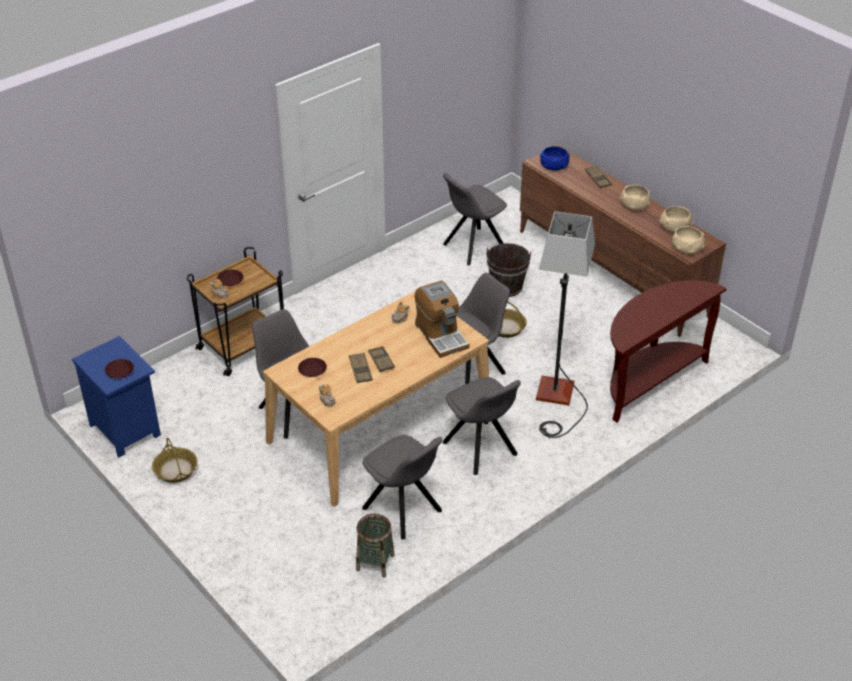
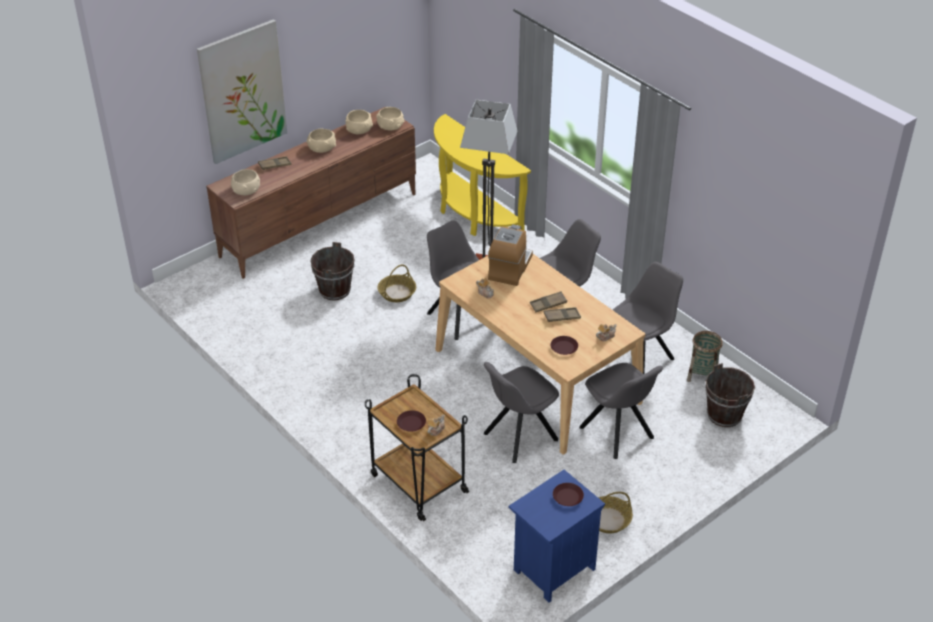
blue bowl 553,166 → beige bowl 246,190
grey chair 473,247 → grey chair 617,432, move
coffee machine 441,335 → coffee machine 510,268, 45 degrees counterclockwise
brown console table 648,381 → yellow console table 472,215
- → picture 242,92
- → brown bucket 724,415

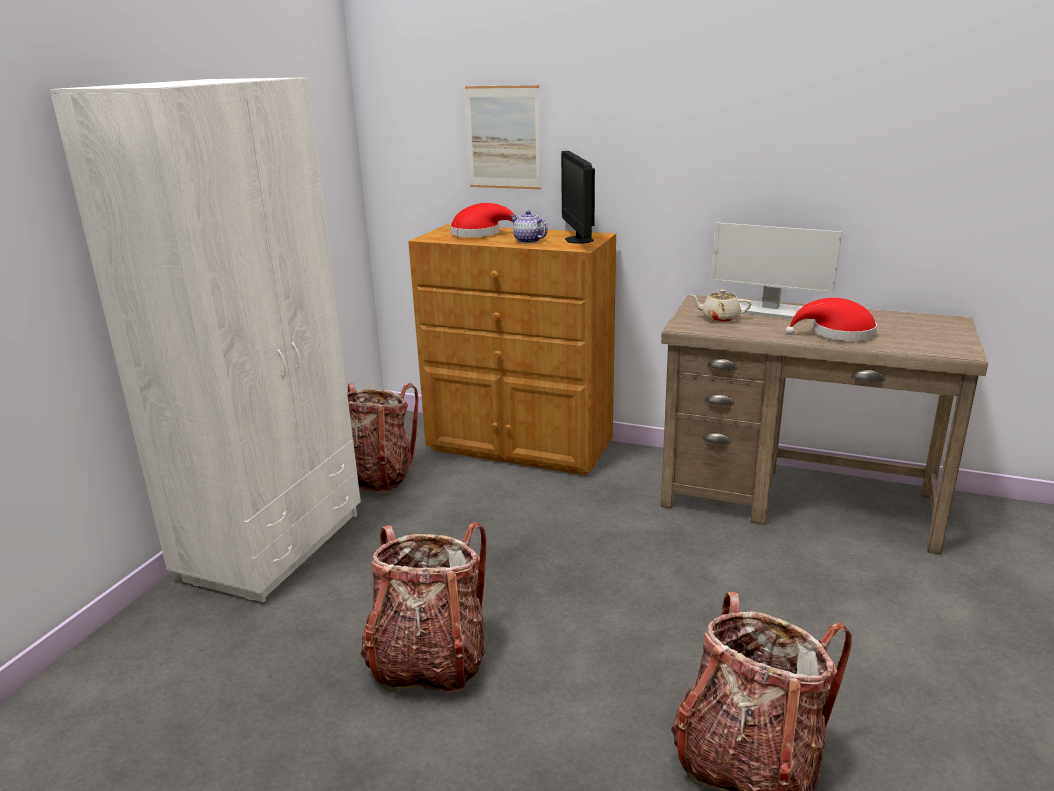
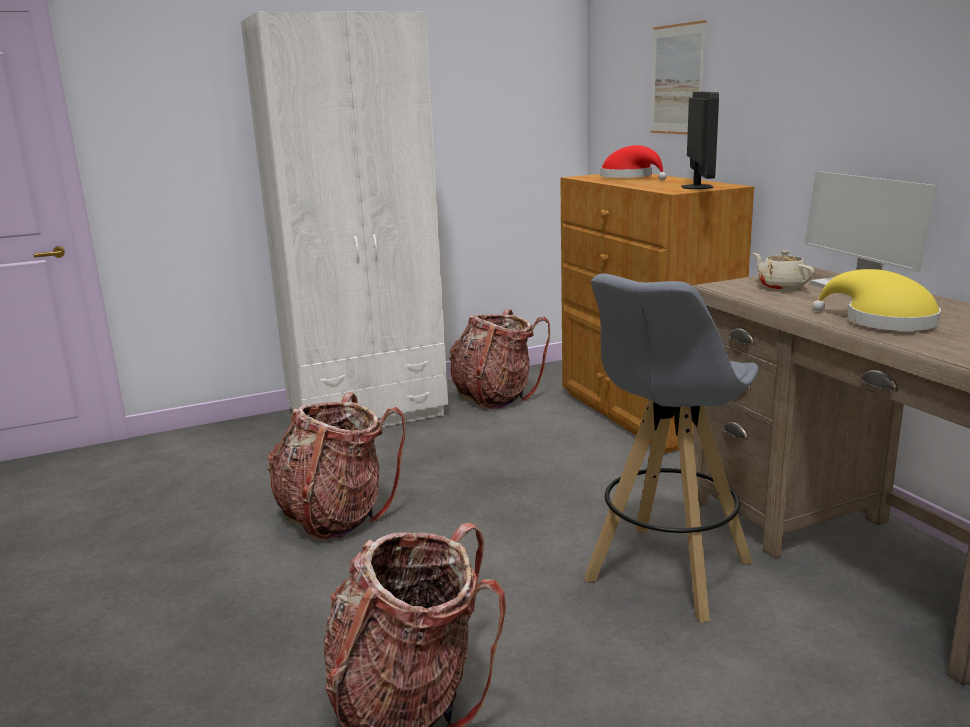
monitor 579,240 → monitor 696,187, 150 degrees clockwise
teapot 528,241 → -
red hat 837,333 → yellow hat 883,321
- → grey stool 665,573

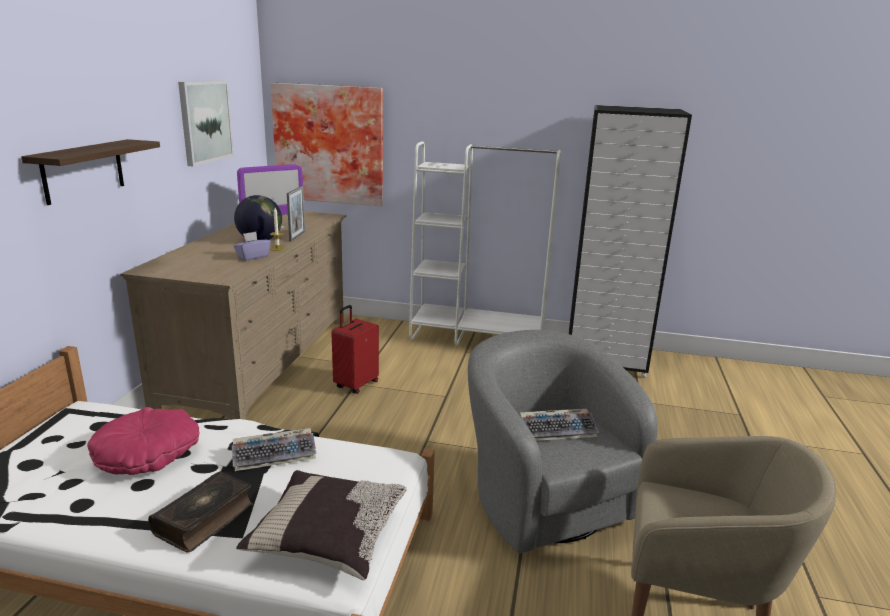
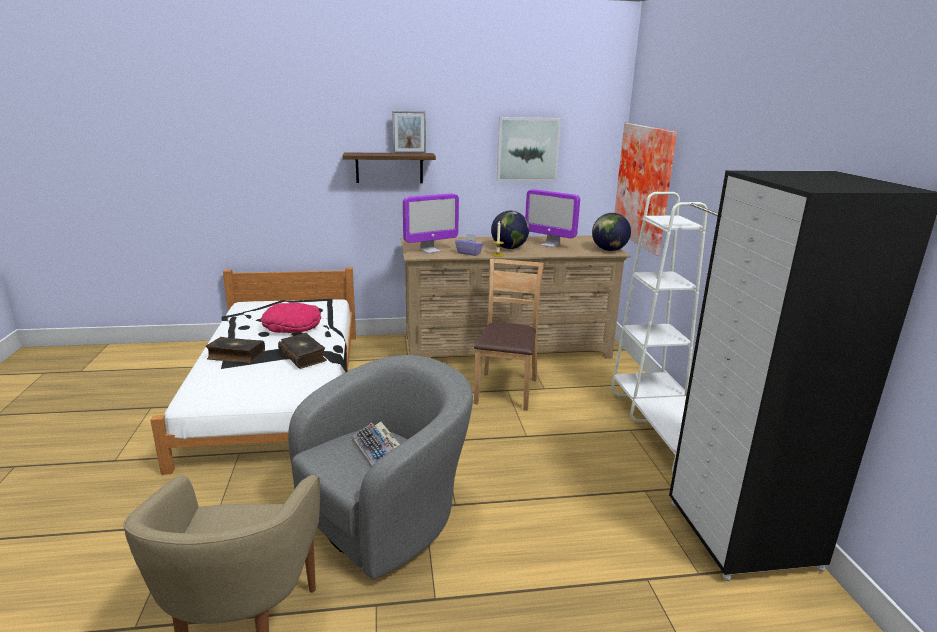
picture frame 297,236 → picture frame 409,153, move
red suitcase 355,384 → brown chair 505,390
keyboard 275,454 → book 303,356
pillow 328,536 → -
- → monitor 430,250
- → globe 609,250

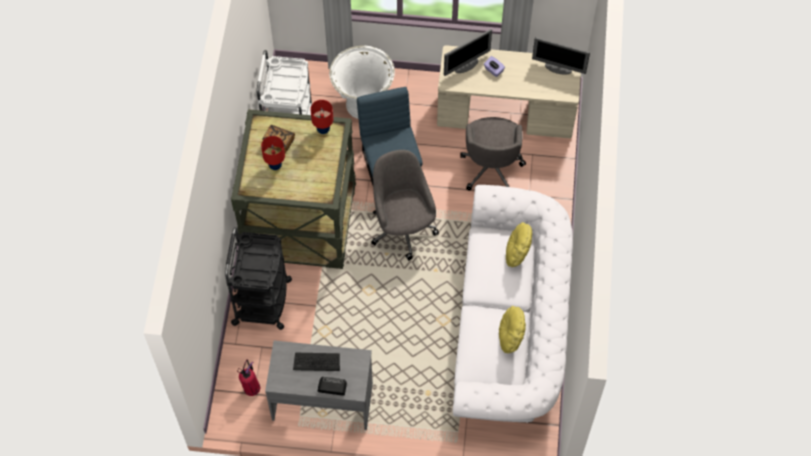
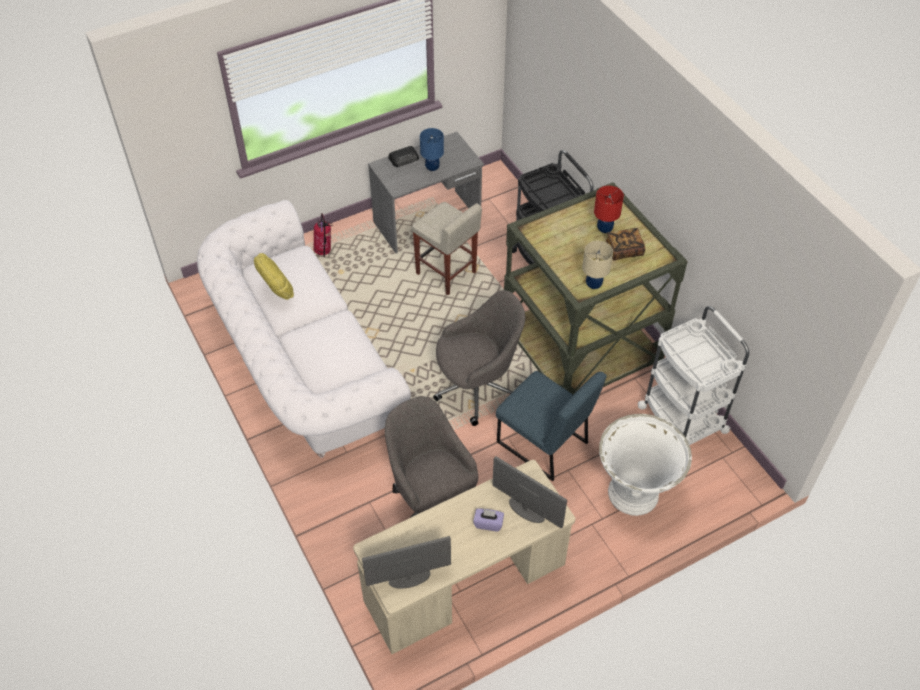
monitor 466,65 → monitor 526,510, 105 degrees clockwise
red table lamp 323,130 → beige table lamp 593,284
grey office chair 402,228 → grey office chair 477,390, 60 degrees counterclockwise
yellow pillow 517,254 → -
keyboard 316,362 → blue table lamp 432,167
fire extinguisher 251,388 → fire extinguisher 324,252, move
- → beige stool 446,273

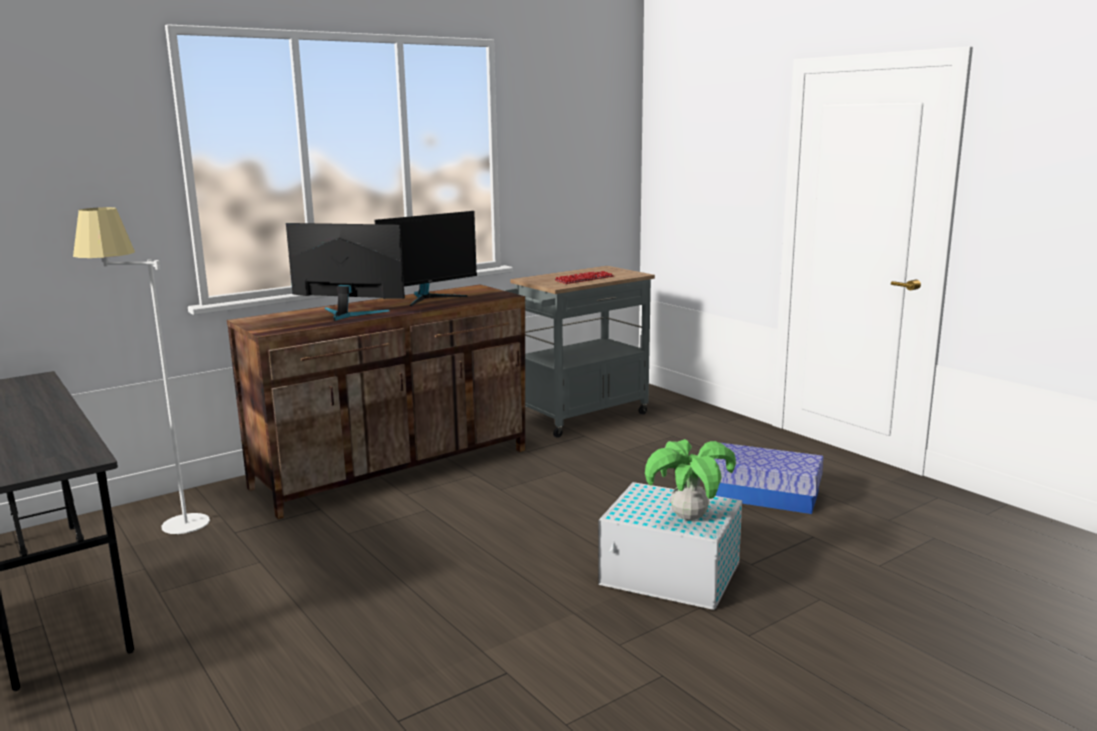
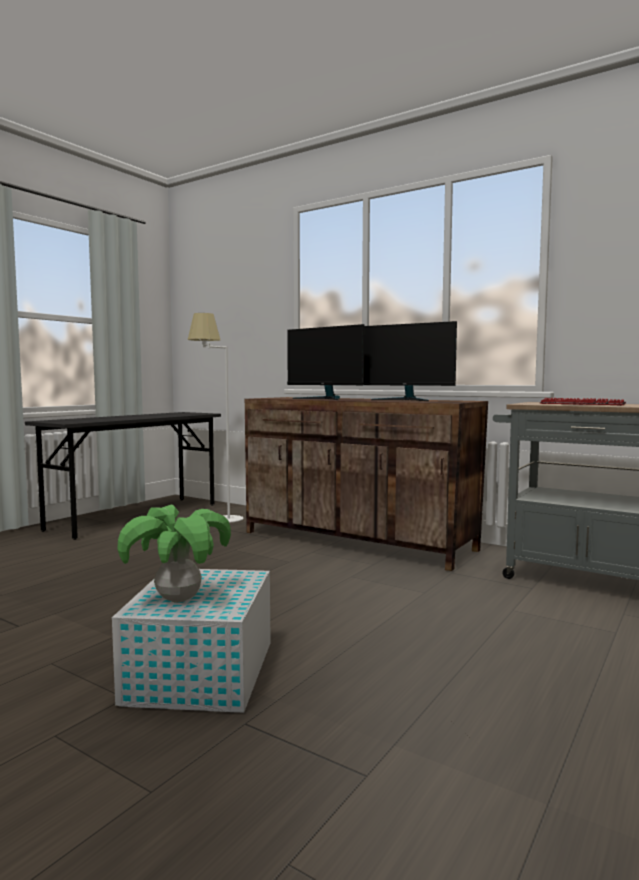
monitor 347,314 → monitor 325,399, 135 degrees clockwise
storage box 764,495 → -

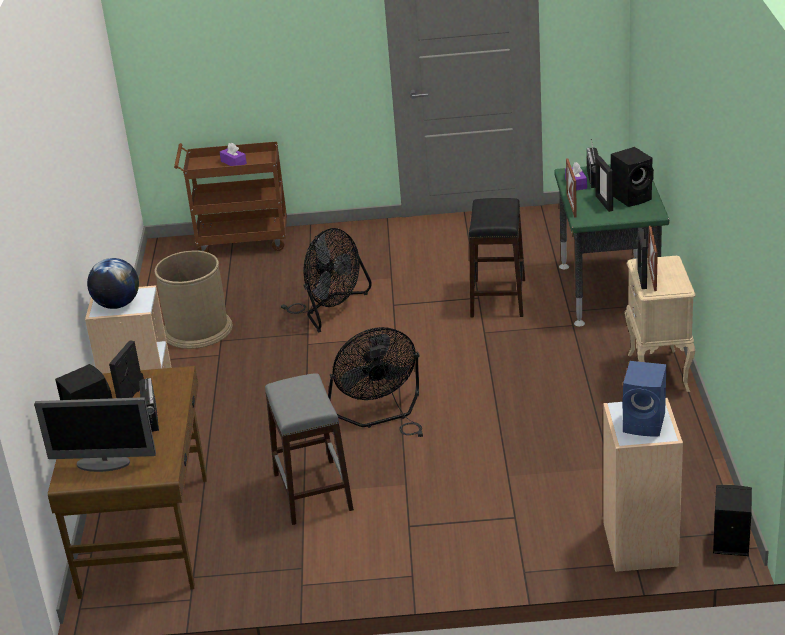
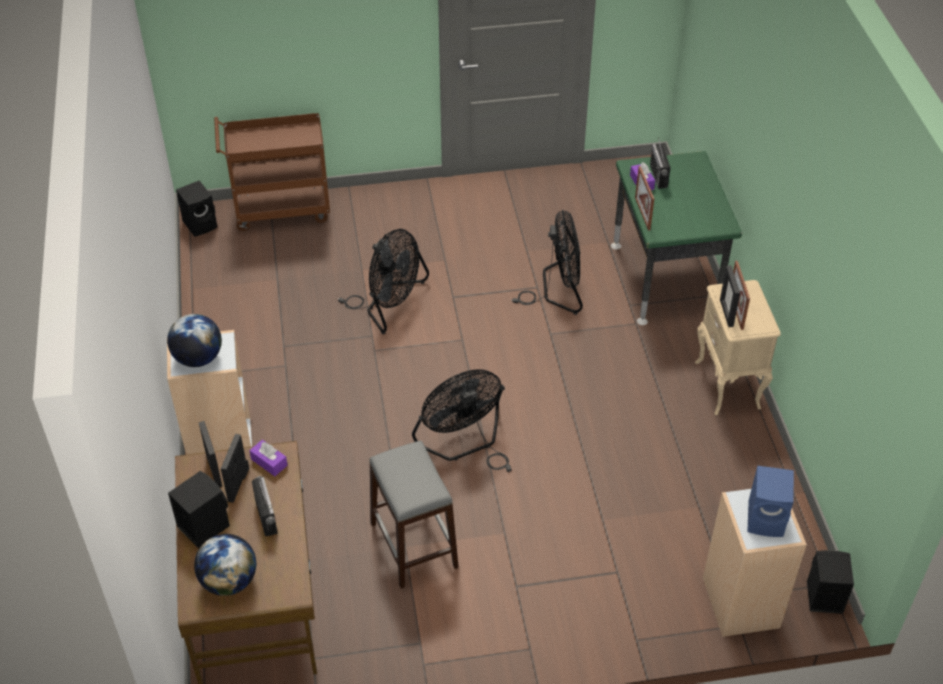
purple tissue box 233,162 → purple tissue box 269,462, move
black speaker 632,197 → black speaker 201,224, move
picture frame 605,203 → picture frame 215,471, move
black stool 497,298 → black fan 556,288
brown trash can 197,329 → -
monitor 104,463 → globe 229,581

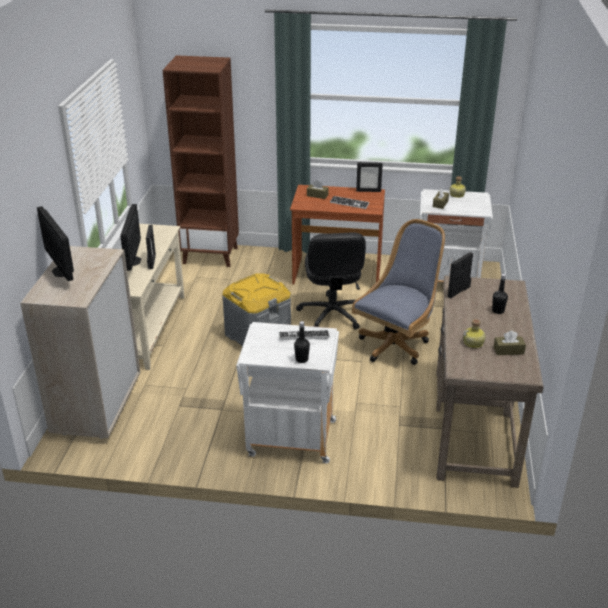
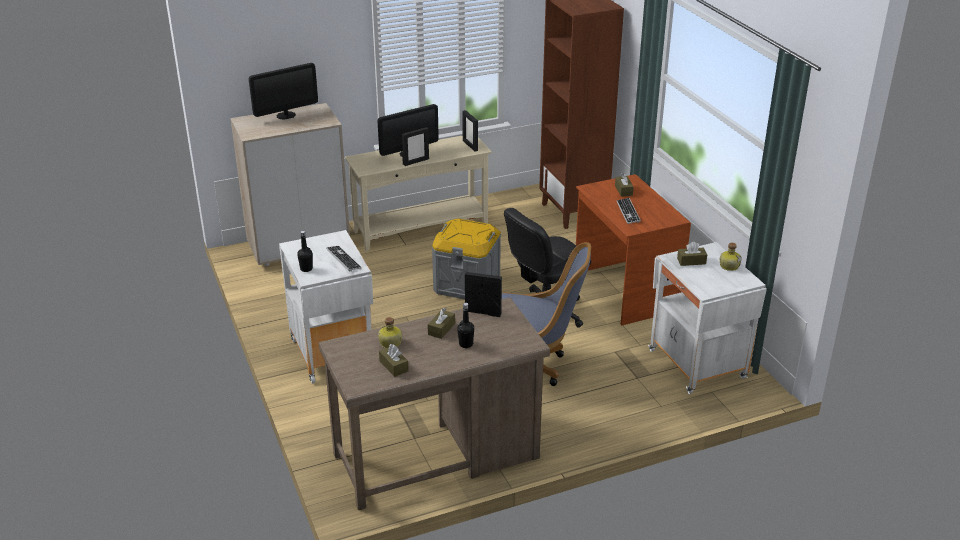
picture frame 368,190 → picture frame 470,145, move
monitor 62,271 → monitor 286,115, 150 degrees counterclockwise
- → brown tissue box 441,329

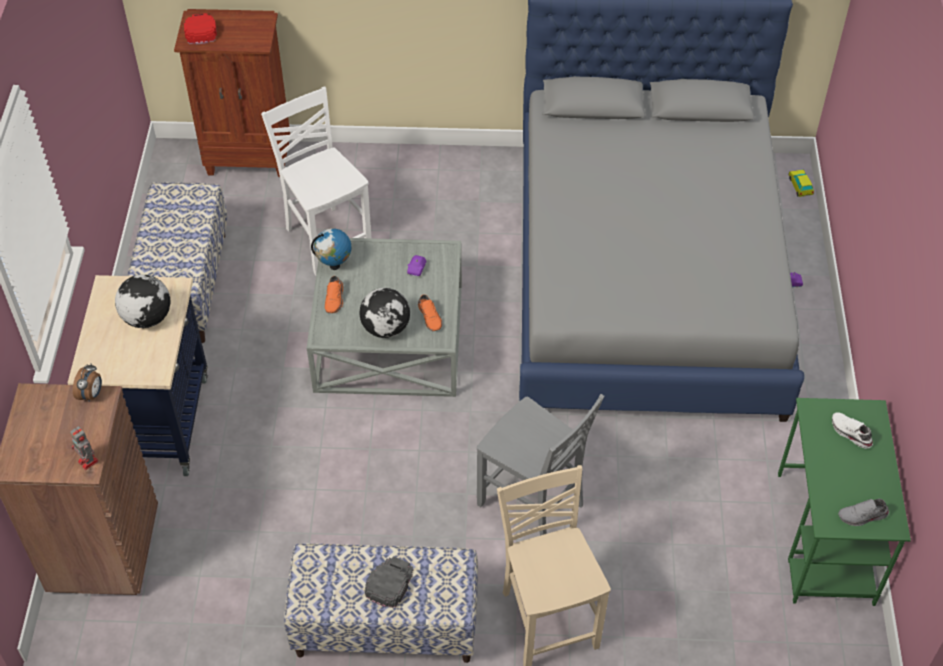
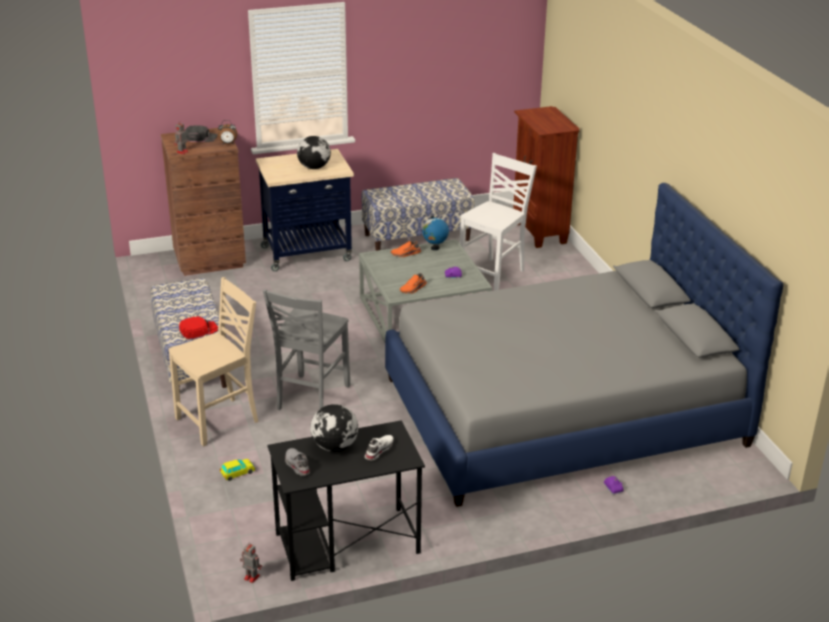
red cap 200,30 → red cap 198,330, move
toy car 800,186 → toy car 237,473, move
globe 386,328 → globe 335,447, move
green desk 825,538 → black desk 346,544
black cap 389,583 → black cap 201,137, move
- → toy robot 251,577

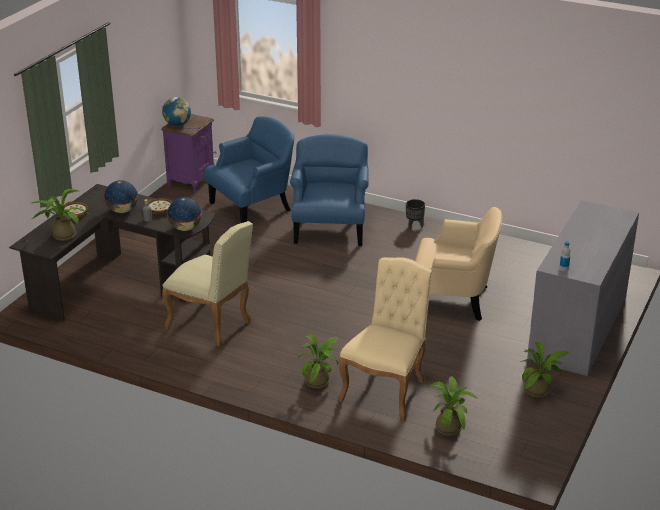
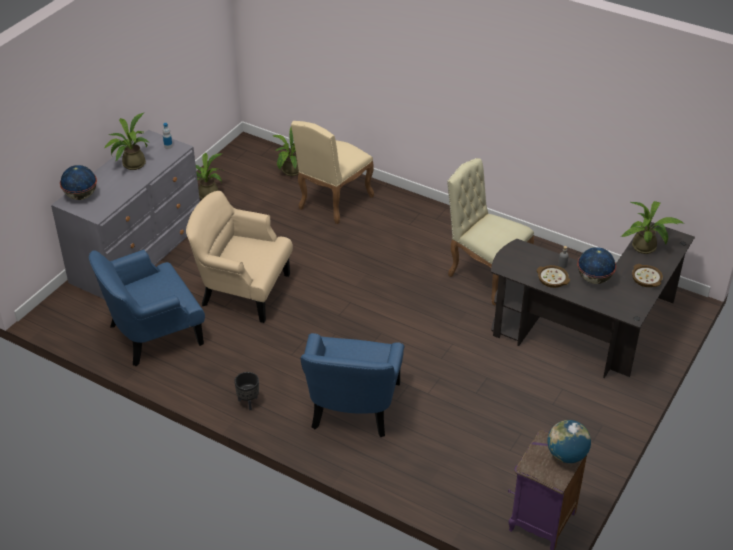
blue armchair 253,206 → blue armchair 152,333, move
globe 185,228 → globe 81,196, move
potted plant 320,381 → potted plant 131,165, move

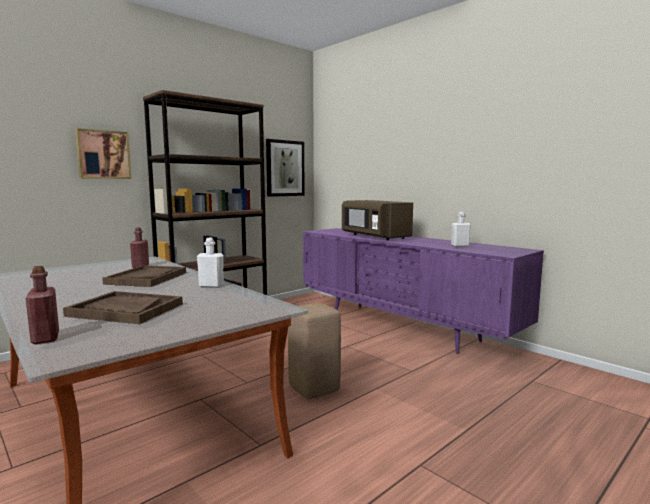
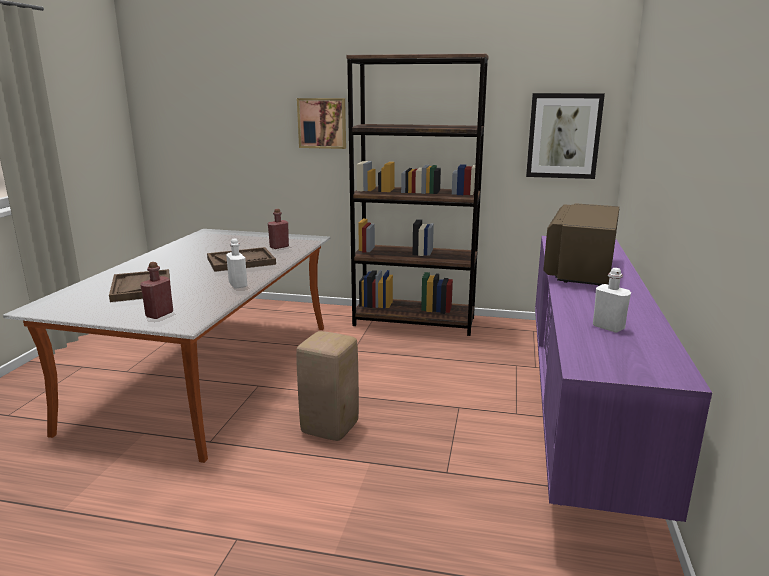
red bottle 45,338 → red bottle 159,314, move

